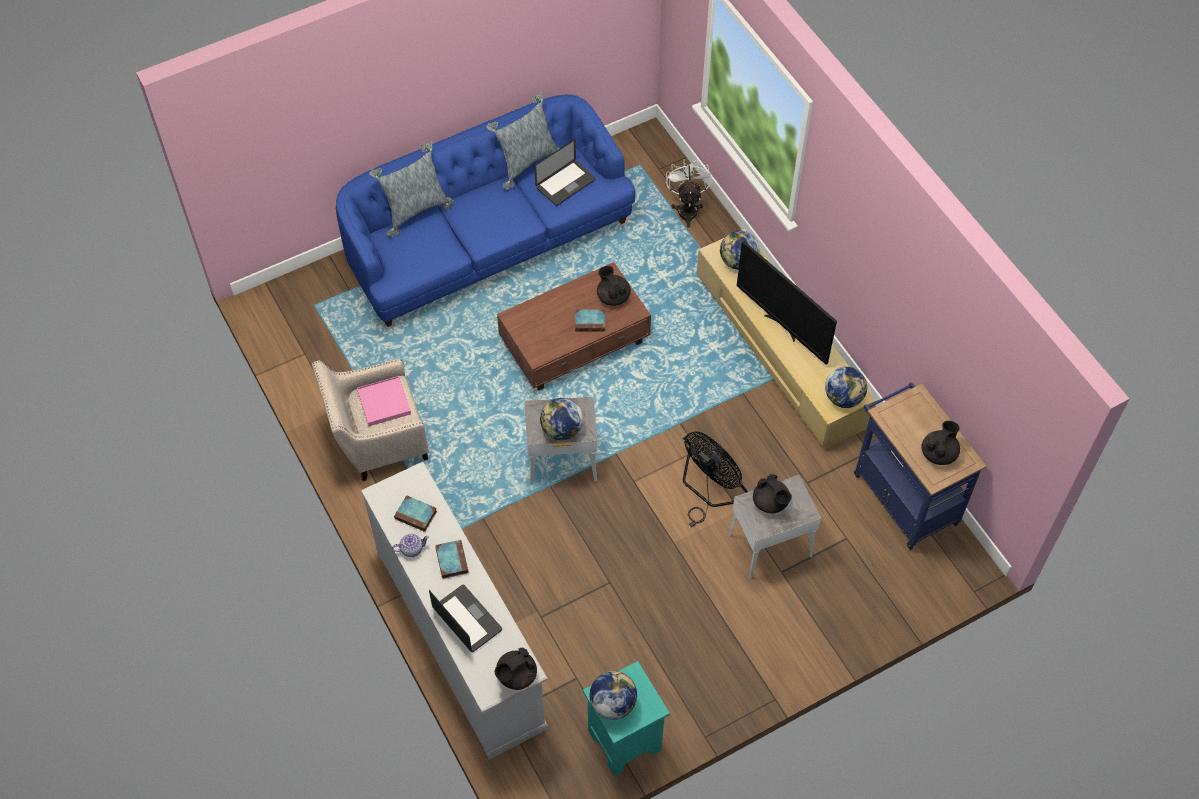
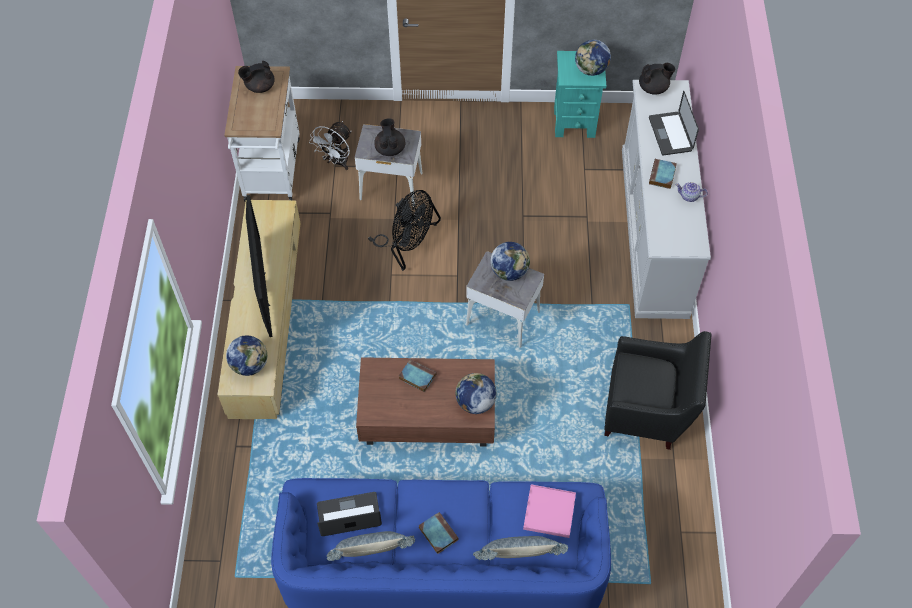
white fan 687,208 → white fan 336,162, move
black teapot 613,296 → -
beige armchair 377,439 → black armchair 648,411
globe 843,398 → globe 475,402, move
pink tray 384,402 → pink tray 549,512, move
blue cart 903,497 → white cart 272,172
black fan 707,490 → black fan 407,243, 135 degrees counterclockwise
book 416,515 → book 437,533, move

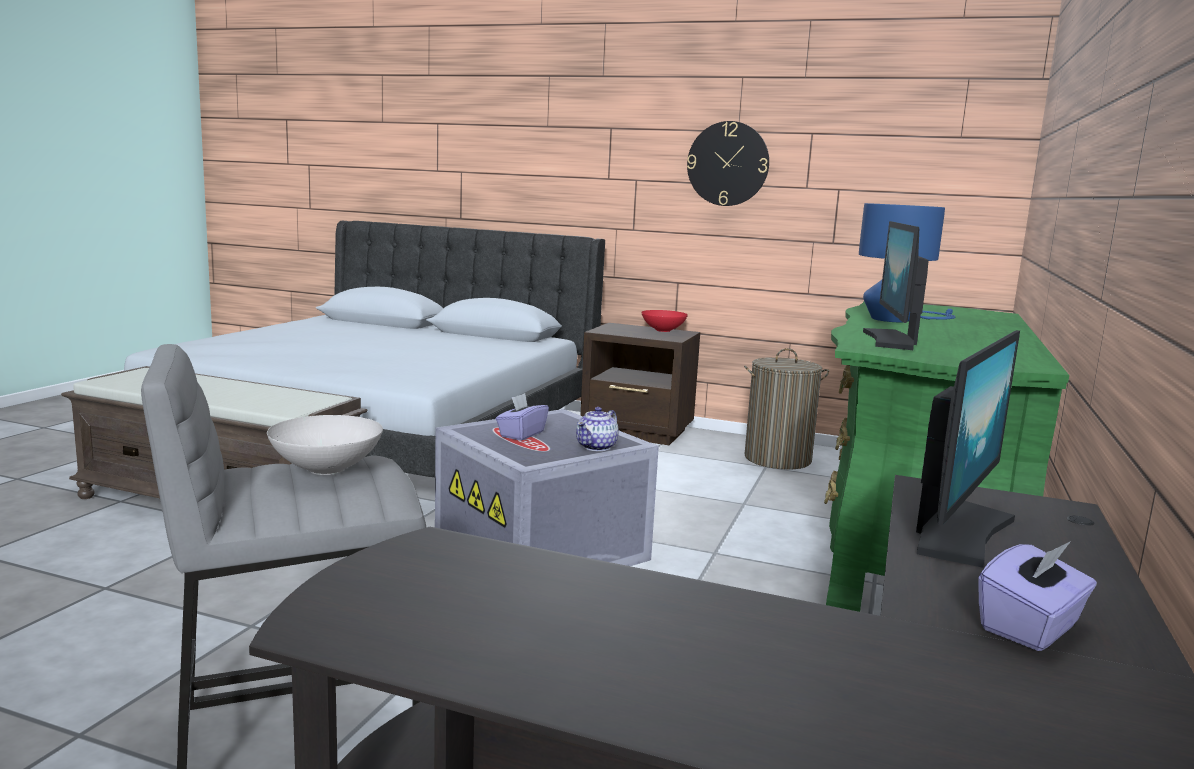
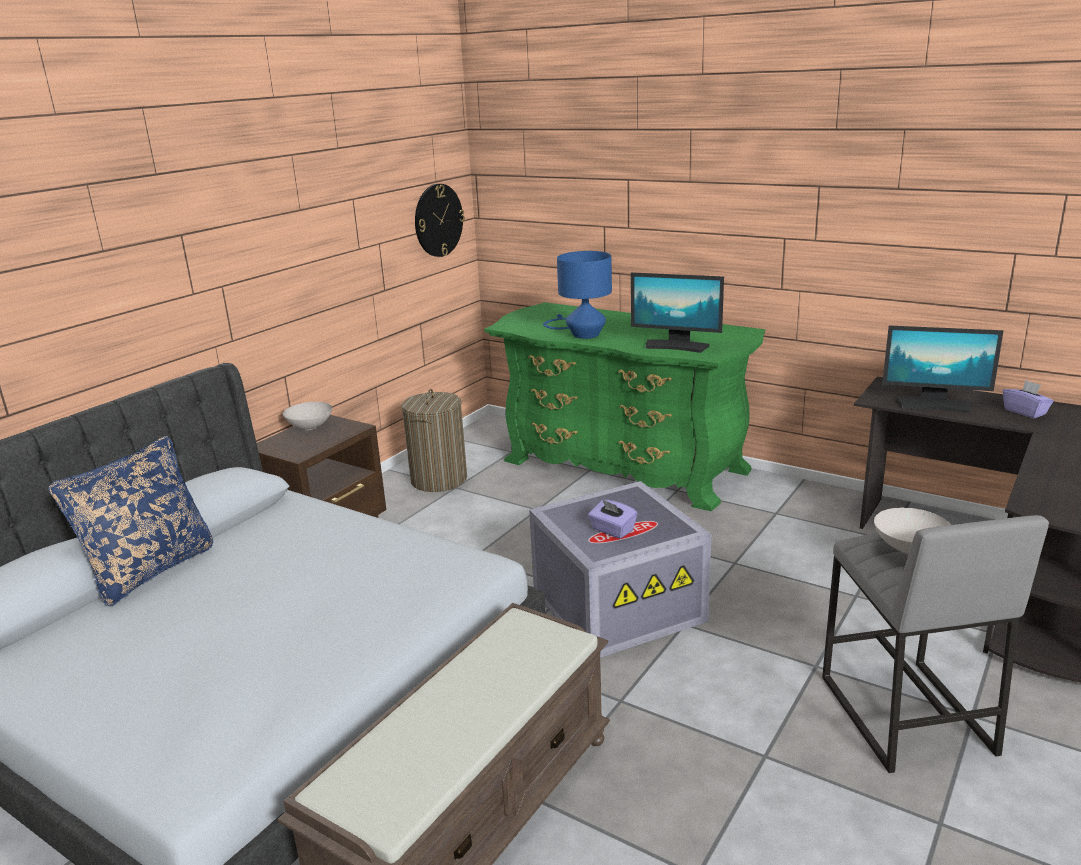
wall clock 728,164 → wall clock 438,220, move
red bowl 662,330 → white bowl 310,427
monitor 959,533 → monitor 934,405, 150 degrees clockwise
teapot 597,447 → -
- → blue pillow 154,572

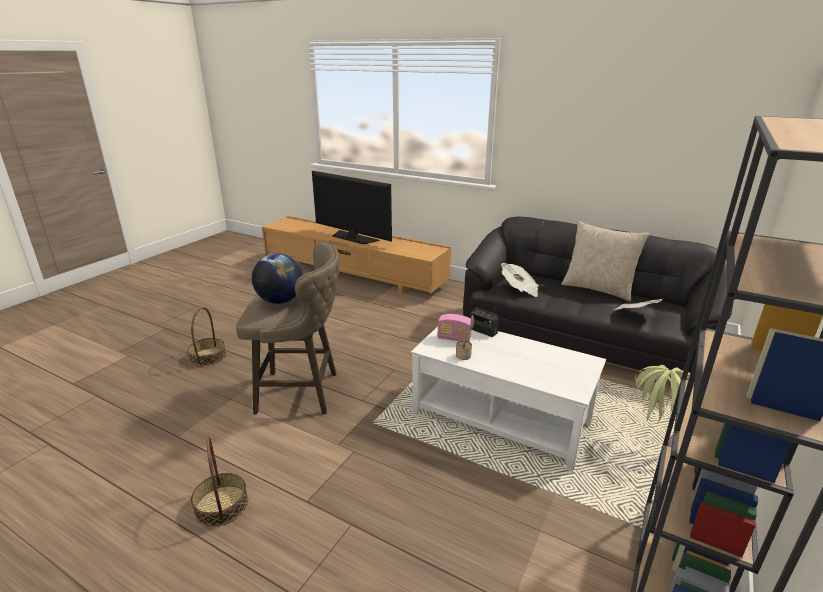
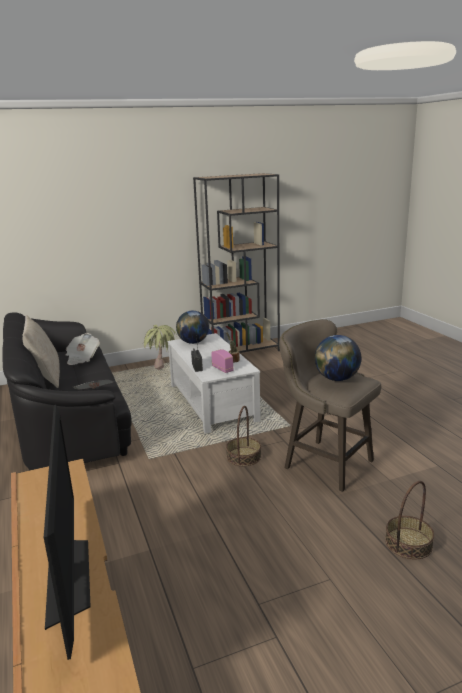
basket 221,505 → basket 243,456, move
- → globe 193,342

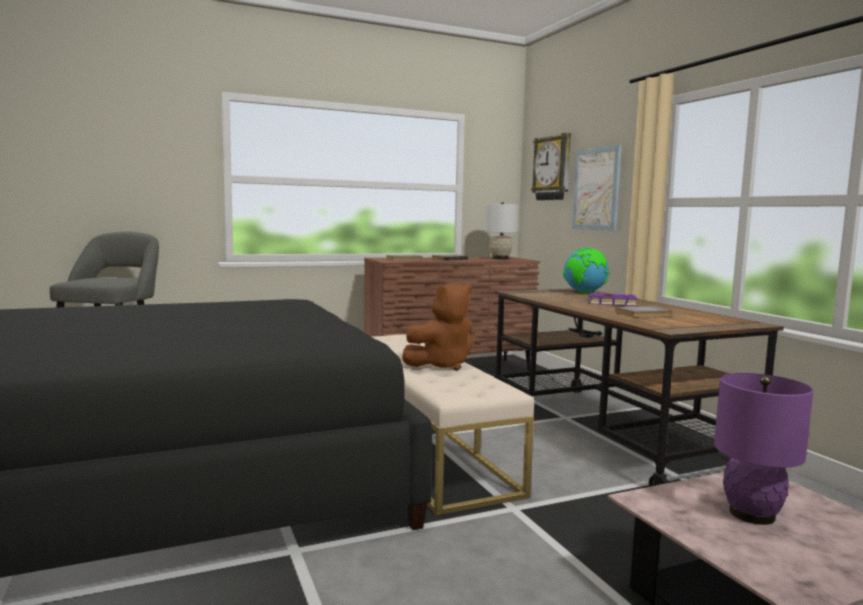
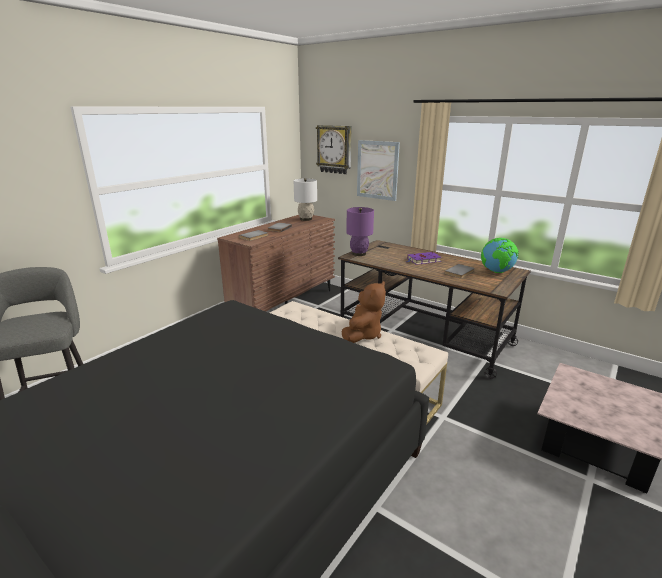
globe 584,293 → globe 497,272, move
purple table lamp 752,514 → purple table lamp 359,254, move

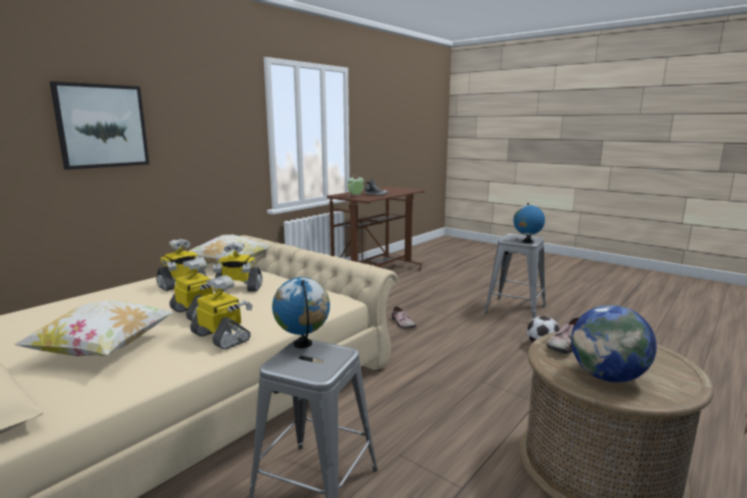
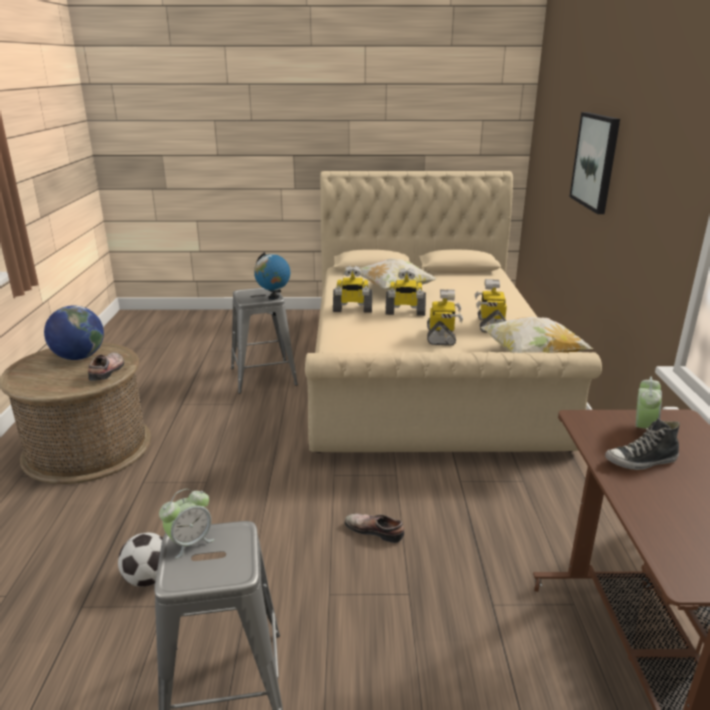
globe 527,241 → alarm clock 190,542
toy robot 238,288 → toy robot 441,337, 135 degrees clockwise

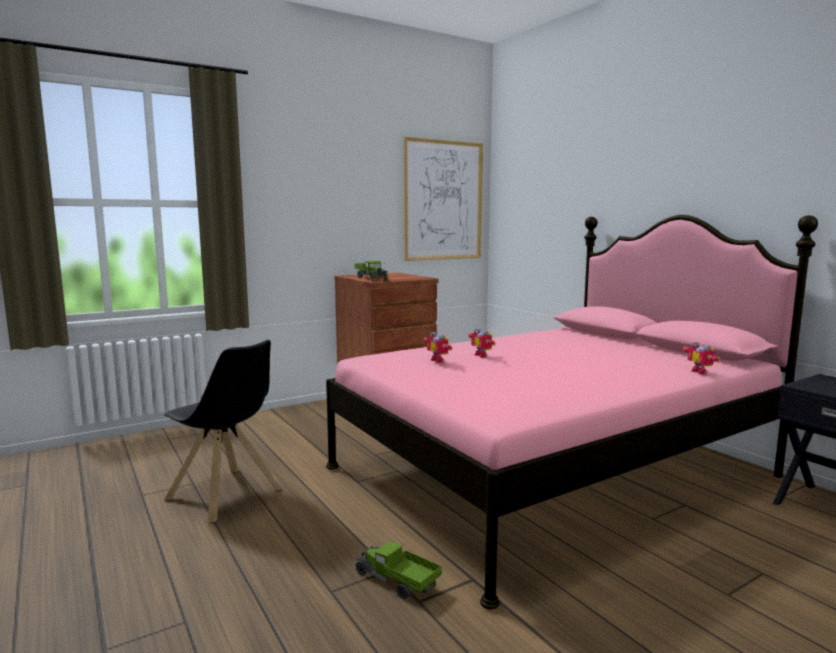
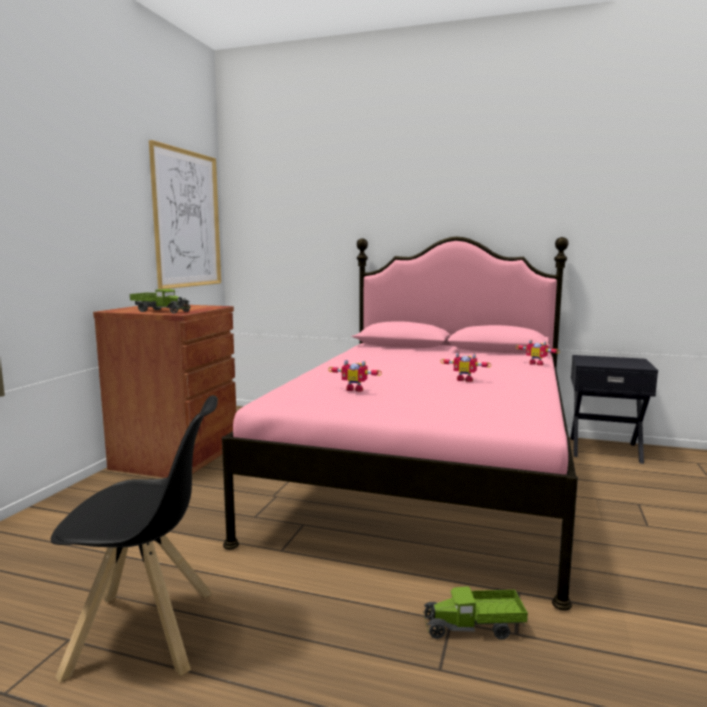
toy robot 483,355 → toy robot 465,379, move

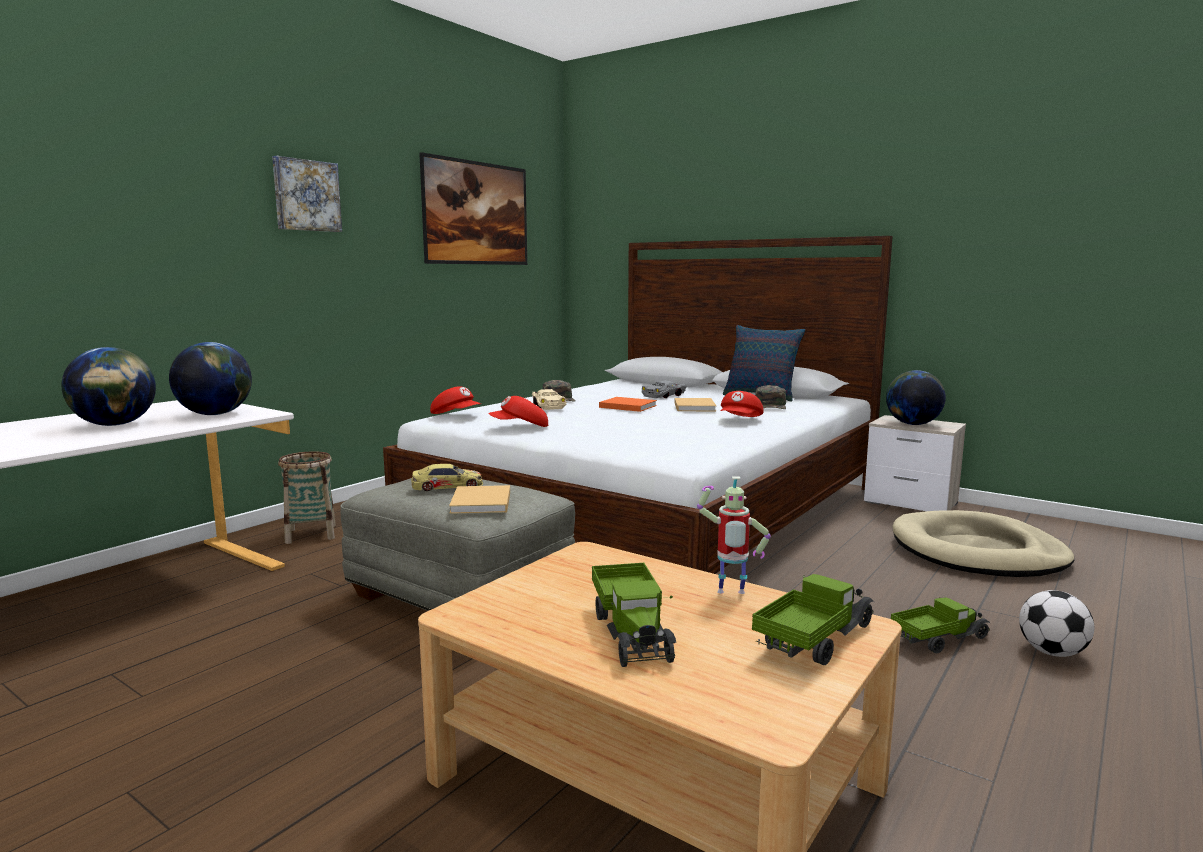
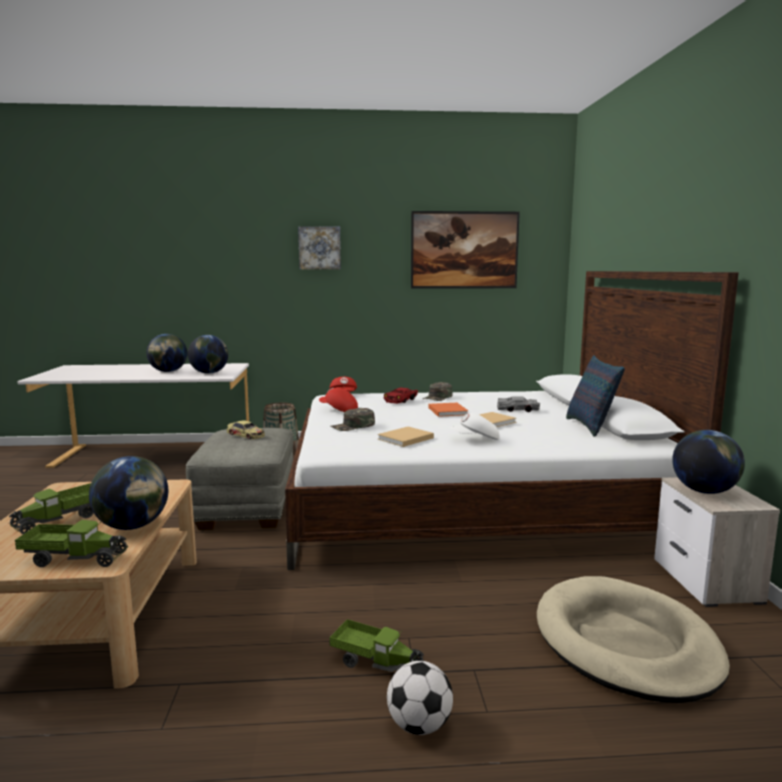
green cap 771,405 → green cap 353,426, move
beige toy car 547,406 → red toy car 401,400
red cap 741,420 → white cap 475,439
toy robot 730,594 → globe 133,526
beige book 481,503 → beige book 404,439, move

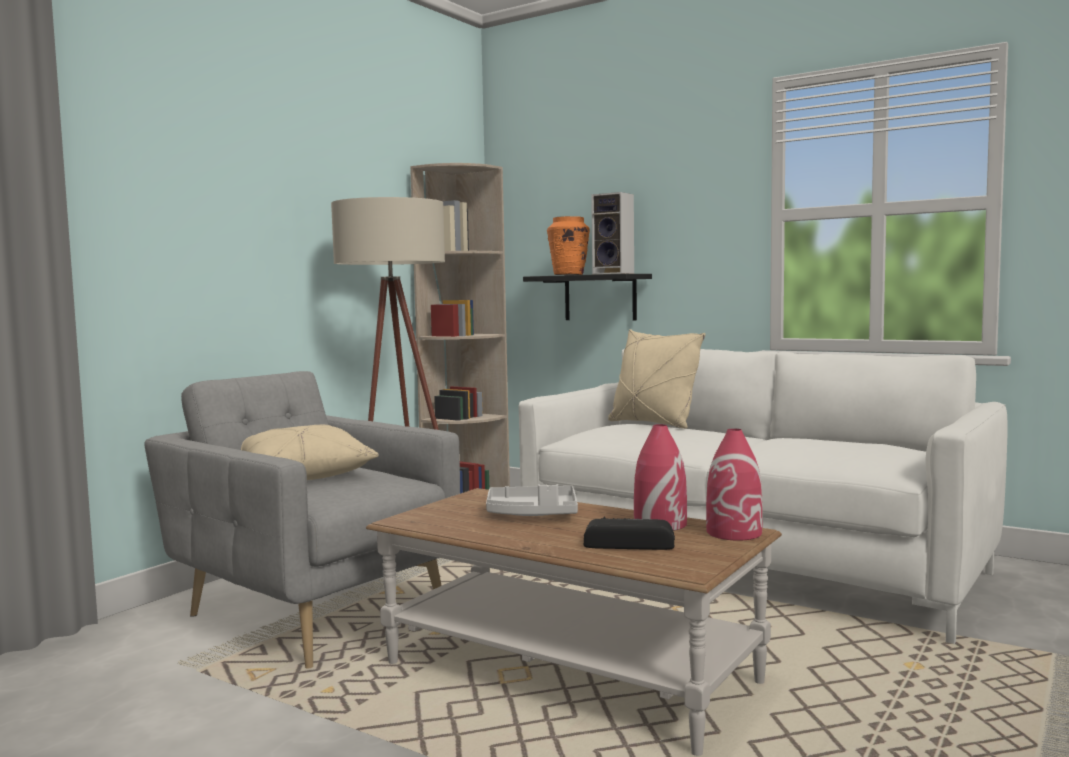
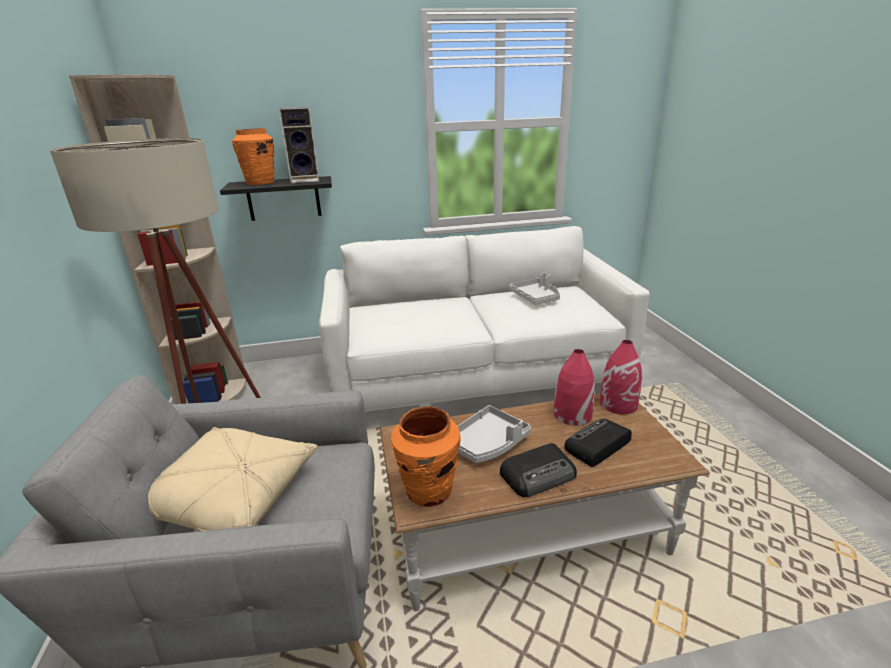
beige pillow 653,424 → -
- → grey tray 536,298
- → orange vase 429,491
- → radio 539,474

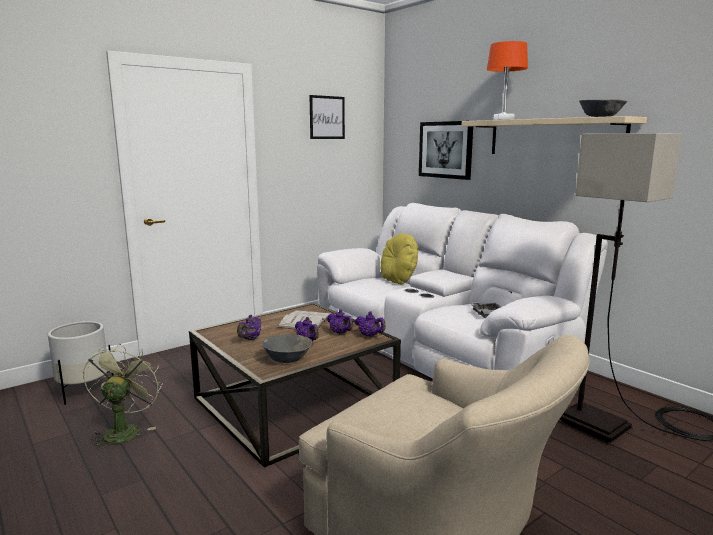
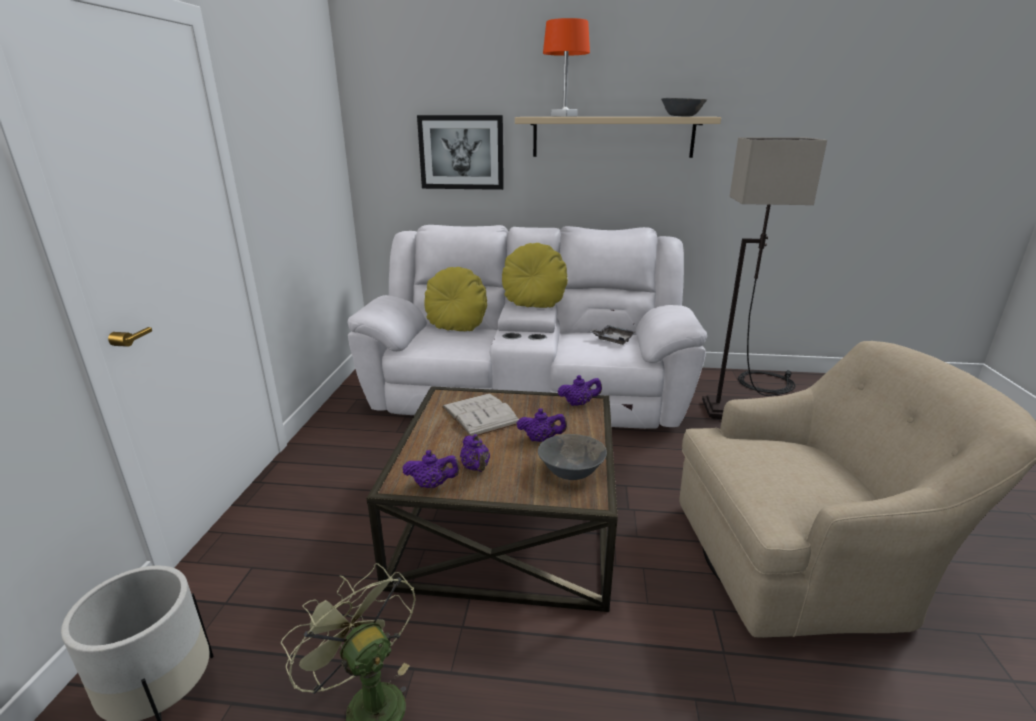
picture 327,117 → -
purple teapot 340,333 → purple teapot 432,485, move
- → yellow pillow 534,305

